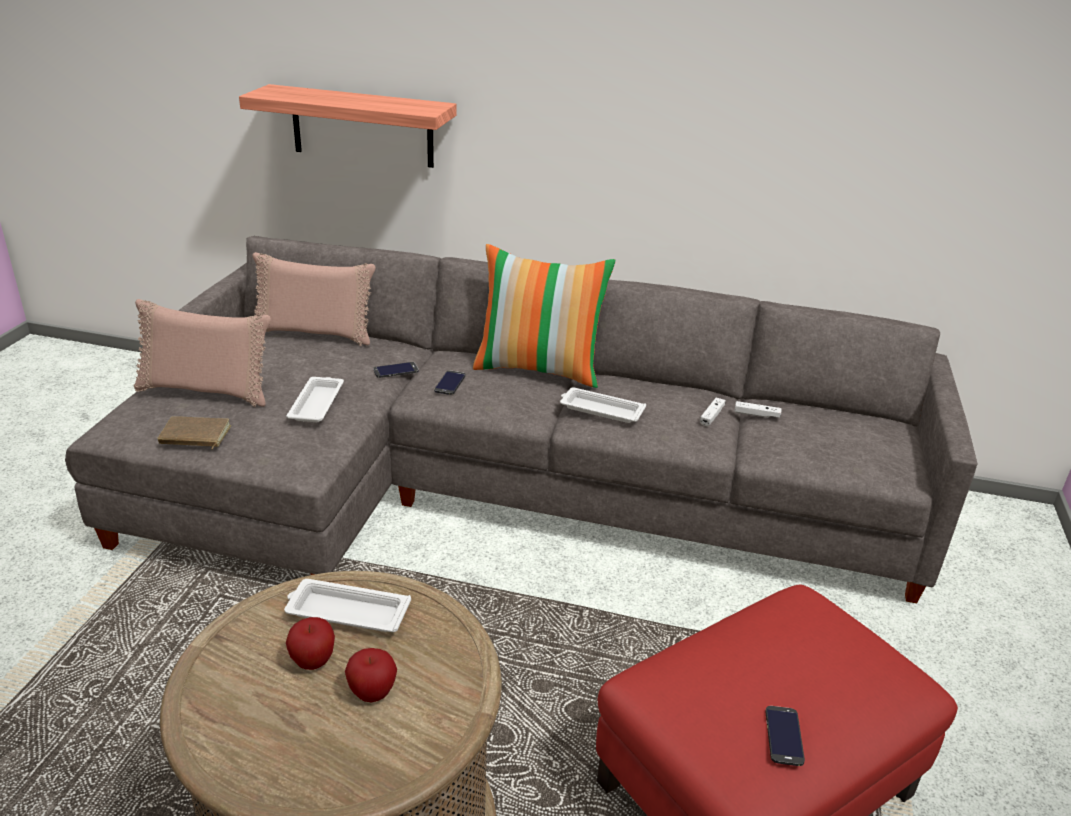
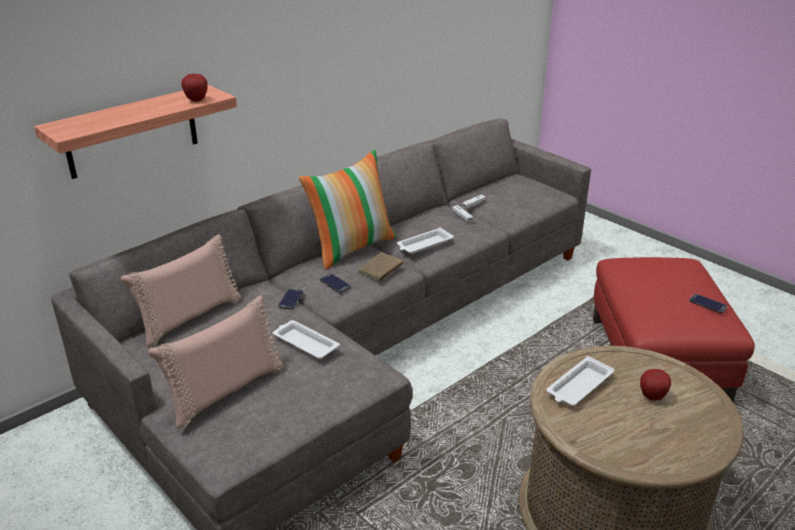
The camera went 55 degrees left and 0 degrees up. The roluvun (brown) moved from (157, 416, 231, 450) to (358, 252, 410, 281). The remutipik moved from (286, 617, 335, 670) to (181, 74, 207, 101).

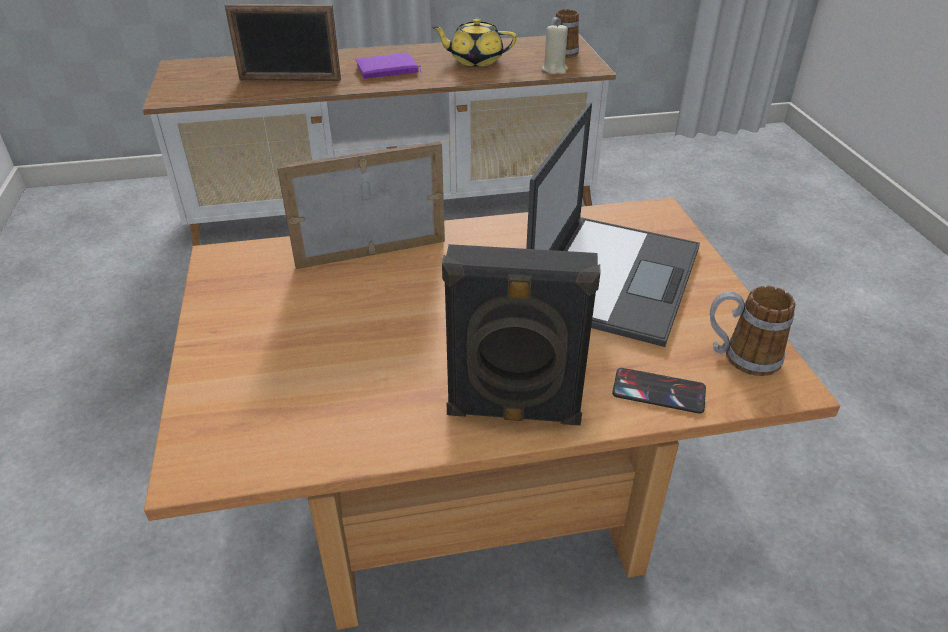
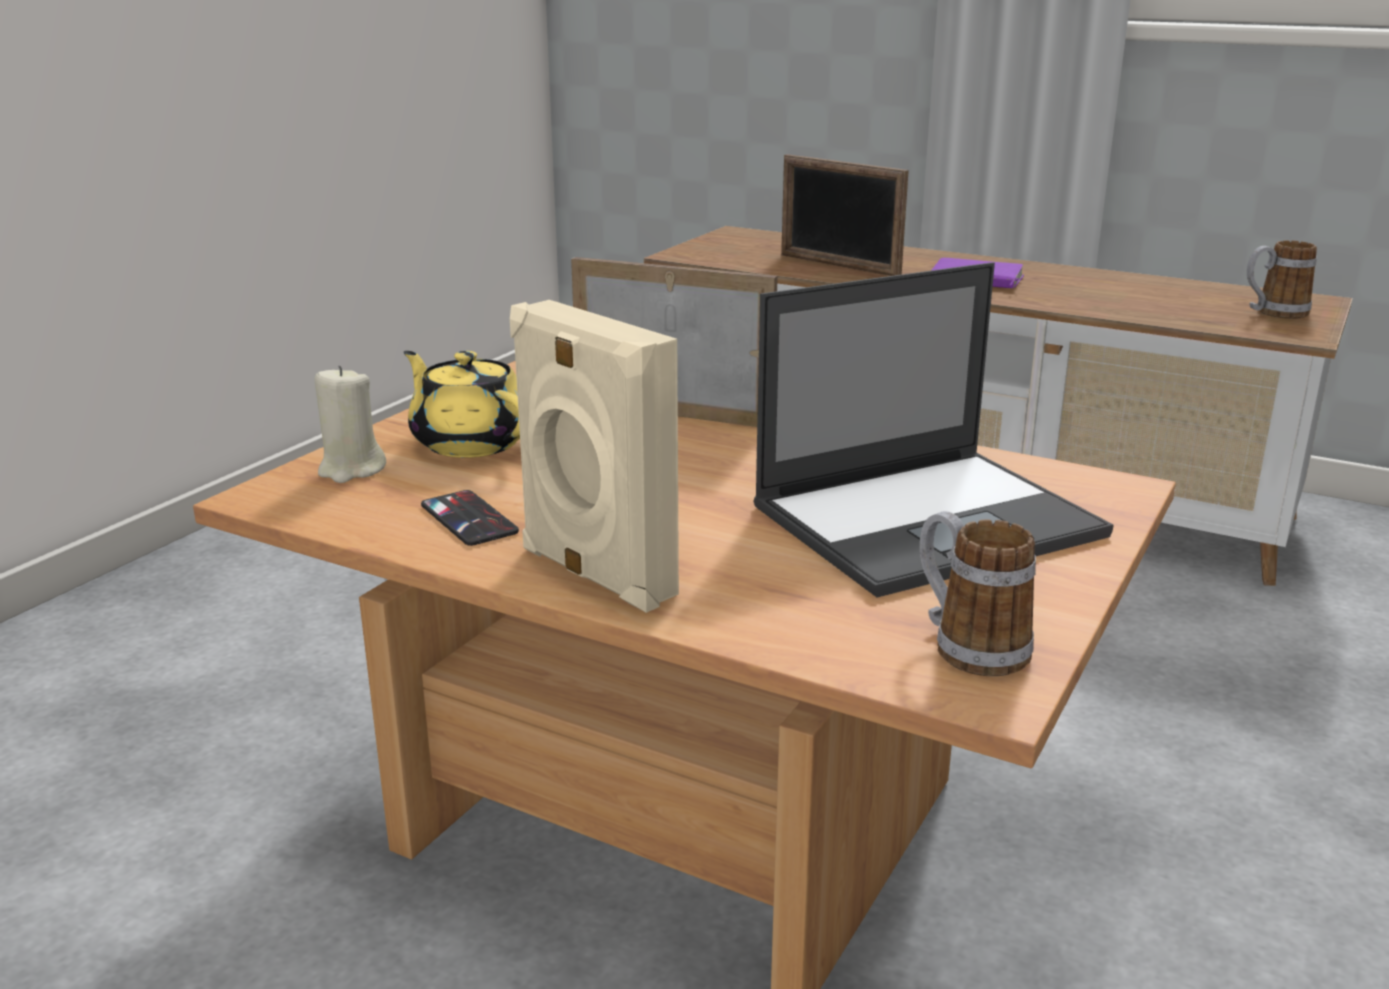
The camera went 40 degrees right and 15 degrees down. The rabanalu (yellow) moved from (432, 18, 517, 66) to (404, 351, 520, 458). The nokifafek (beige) moved from (542, 24, 568, 74) to (315, 365, 386, 483). The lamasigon moved from (612, 368, 706, 414) to (421, 490, 519, 546). The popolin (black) at (442, 244, 601, 425) became the popolin (beige) at (510, 300, 679, 613).

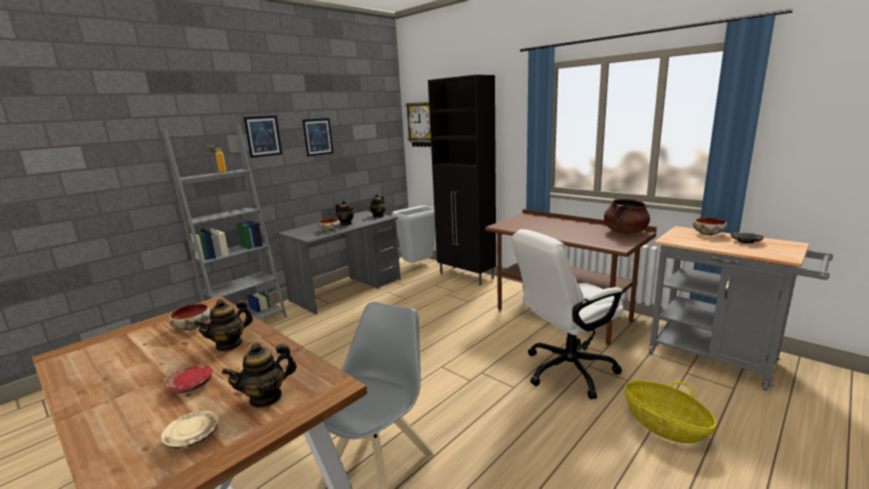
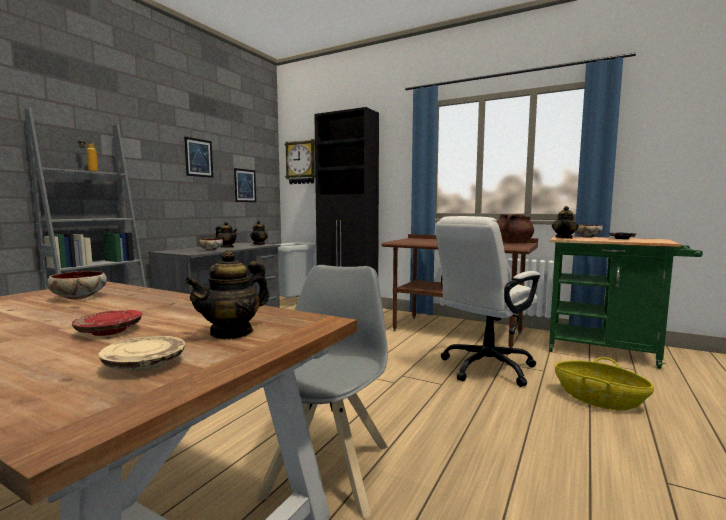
The camera went 15 degrees left and 10 degrees down. The rabanalu moved from (194, 299, 253, 351) to (552, 206, 579, 239). The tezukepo moved from (244, 116, 282, 158) to (234, 168, 256, 202). The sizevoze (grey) at (649, 226, 833, 391) became the sizevoze (green) at (549, 236, 703, 369).

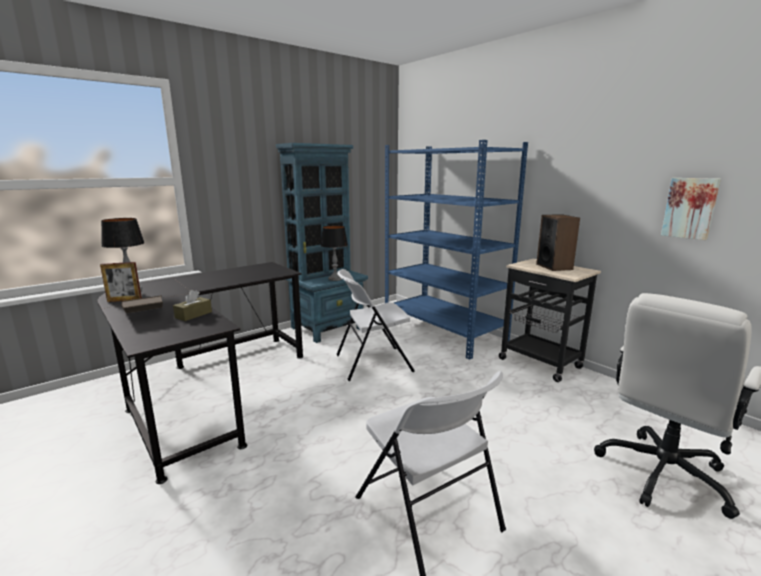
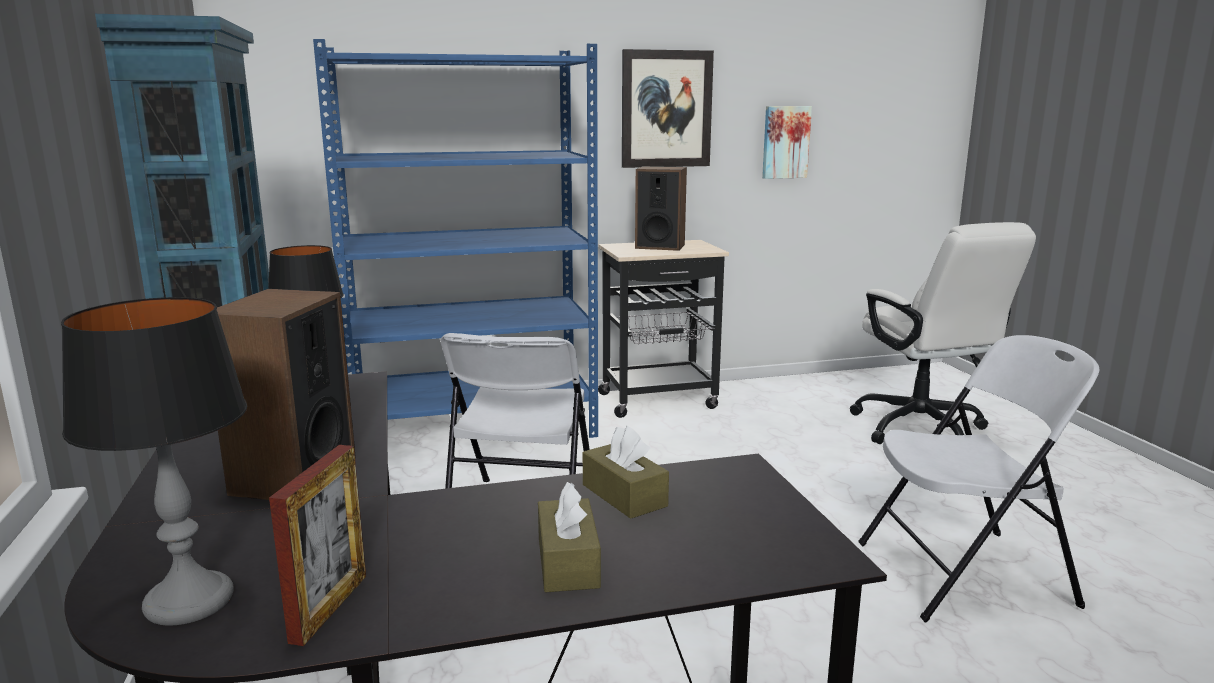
The camera went 65 degrees left and 0 degrees up. The popolin at (217, 289, 356, 500) appeared. The tezukepo at (622, 49, 714, 168) appeared. The roluvun (brown) at (121, 295, 163, 313) was replaced by the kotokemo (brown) at (538, 482, 601, 592).

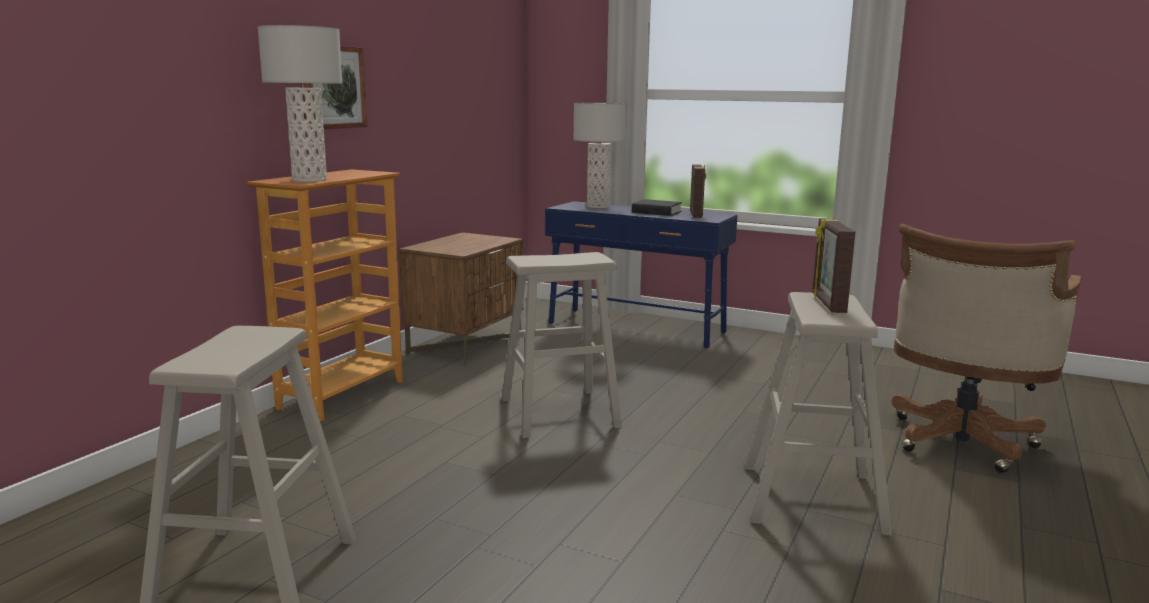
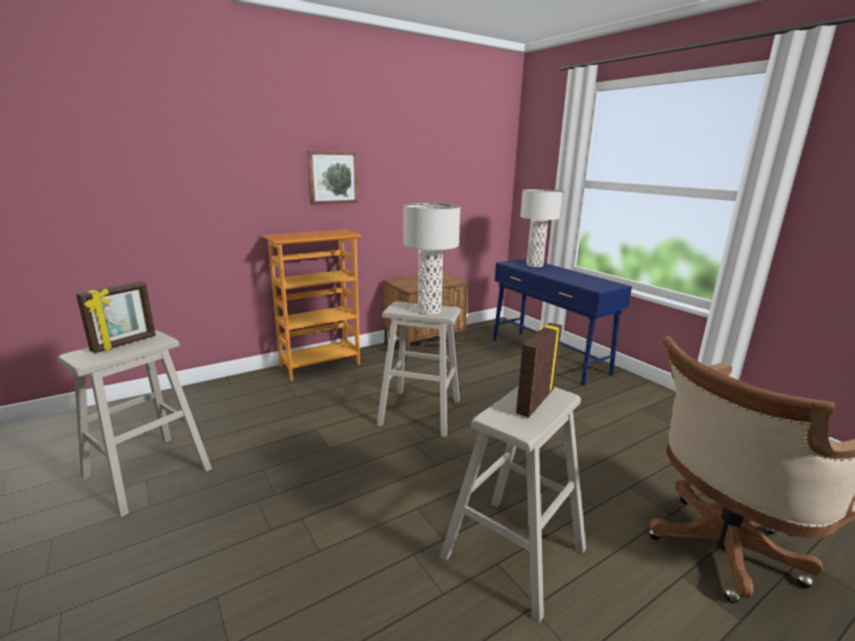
The camera went 30 degrees right and 5 degrees up. The roluvun (black) at (632, 199, 682, 216) disappeared. The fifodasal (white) moved from (258, 25, 342, 182) to (403, 203, 460, 315). The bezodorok moved from (690, 164, 706, 218) to (76, 281, 156, 353).

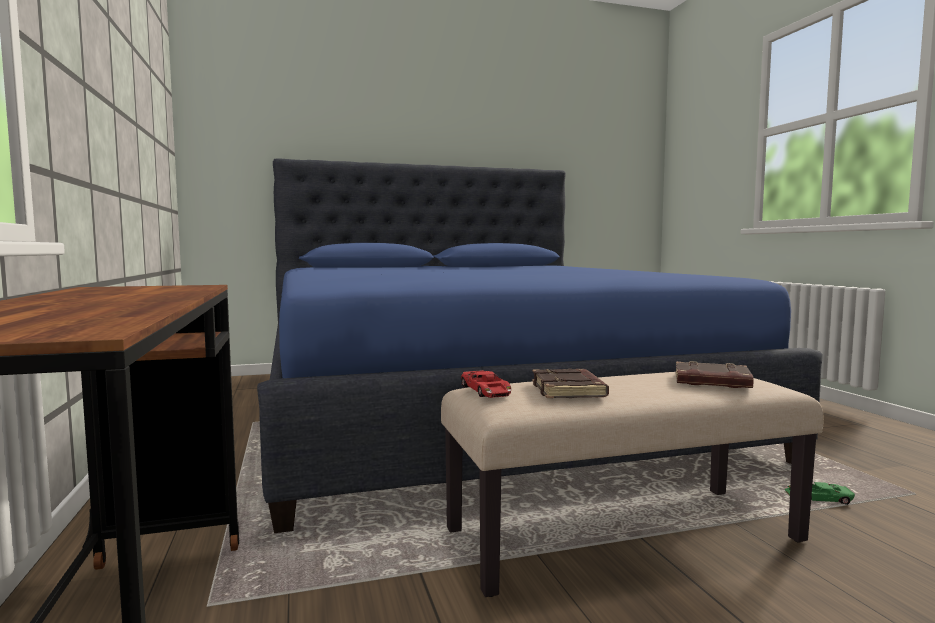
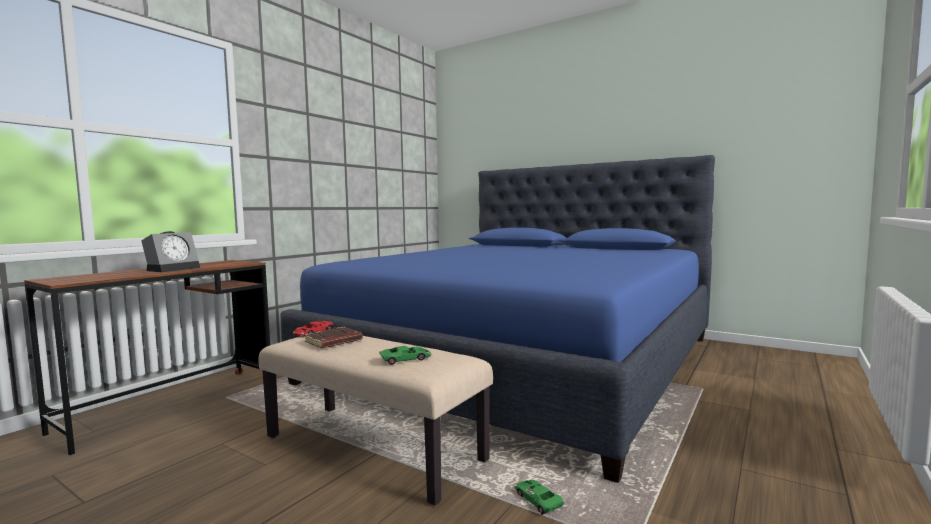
The camera went 50 degrees right and 0 degrees up. The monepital at (141, 231, 200, 272) appeared. The roluvun (brown) at (676, 361, 754, 388) was replaced by the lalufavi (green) at (379, 346, 431, 365).

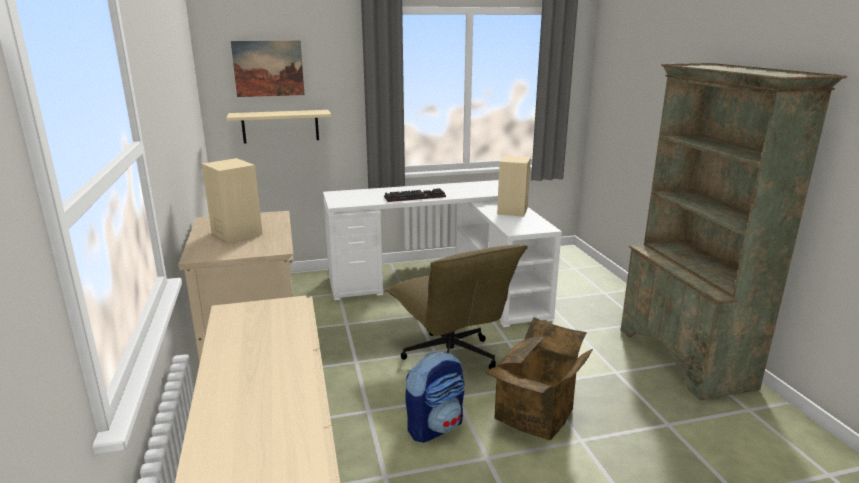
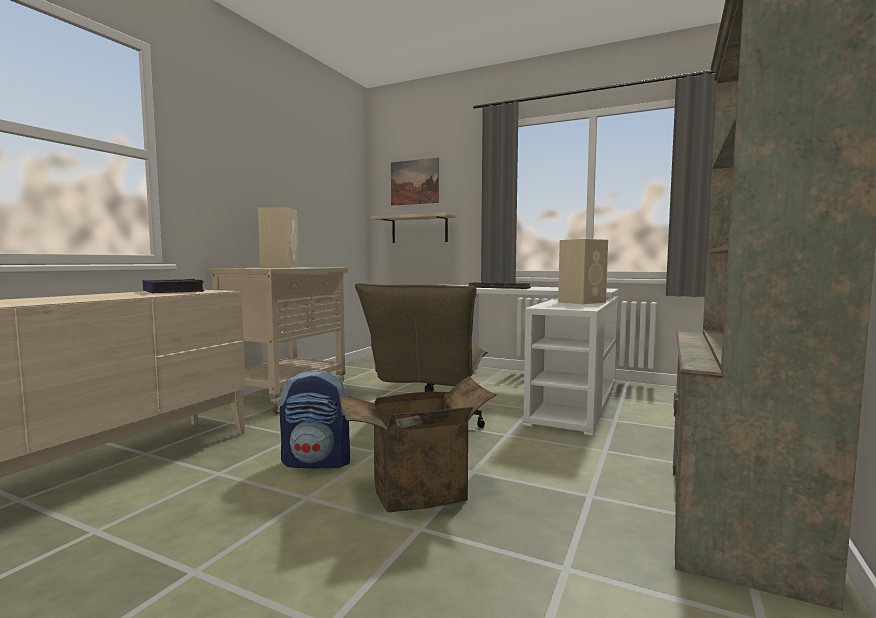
The camera went 40 degrees right and 15 degrees down. The roluvun at (142, 279, 204, 293) appeared.

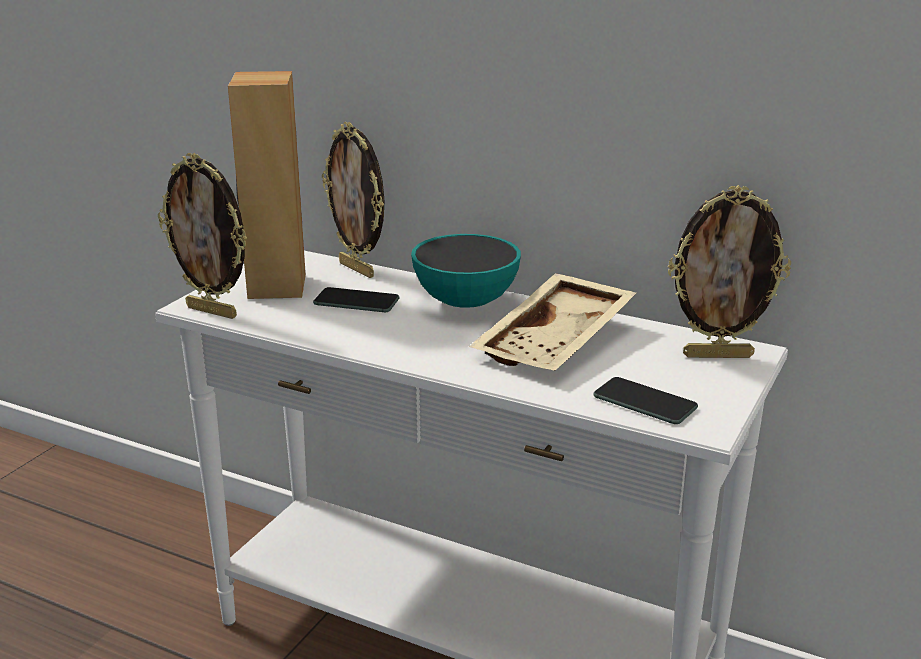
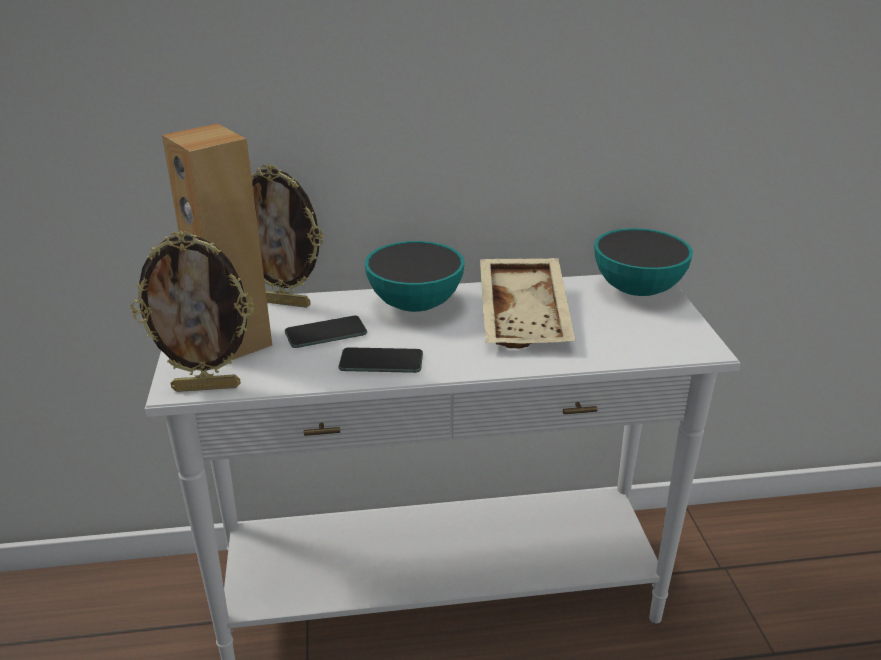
The camera went 35 degrees left and 5 degrees up. The lamasigon moved from (594, 377, 698, 424) to (338, 347, 423, 373). The bezodorok at (668, 185, 791, 358) was replaced by the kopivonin at (594, 228, 693, 296).

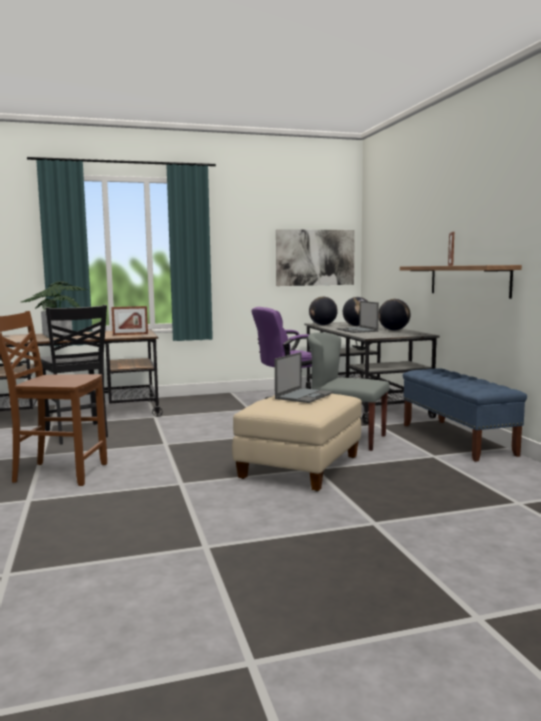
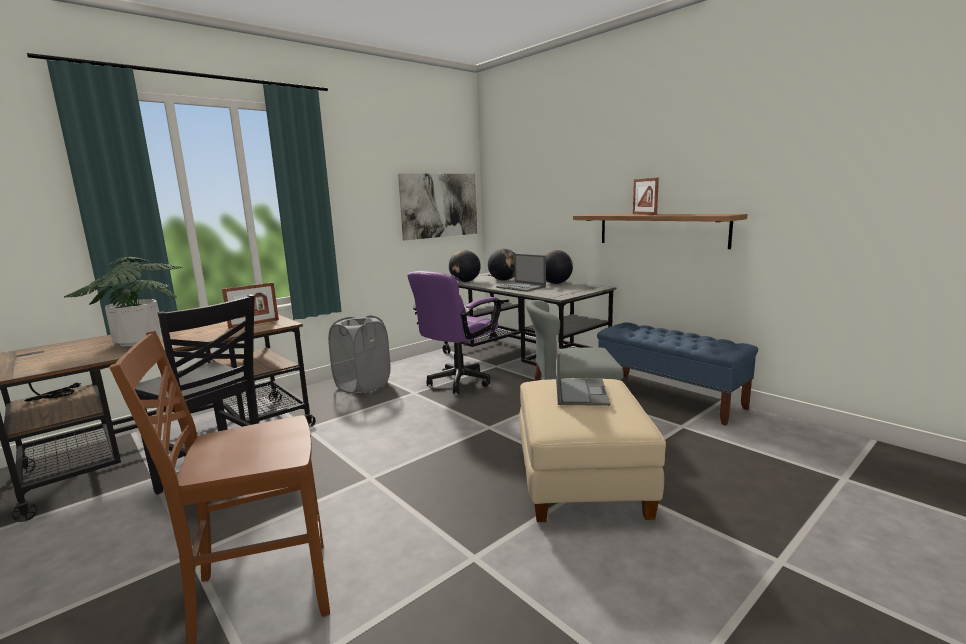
The camera went 25 degrees left and 5 degrees up. The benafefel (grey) at (328, 316, 391, 394) appeared.

